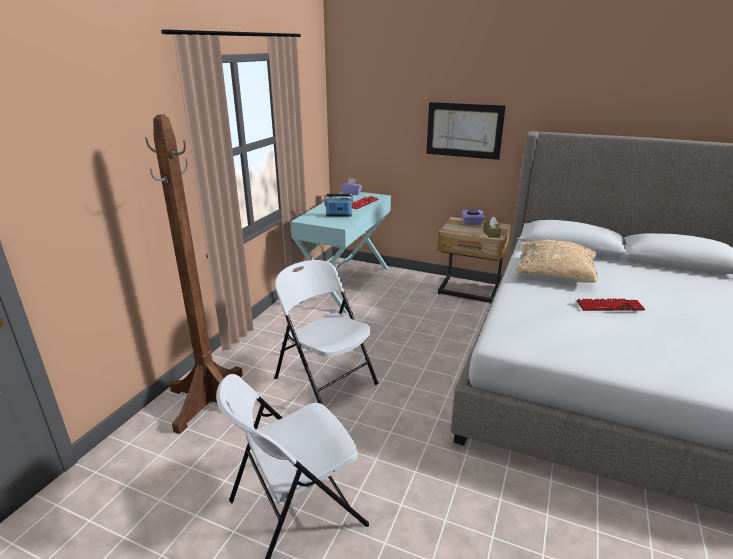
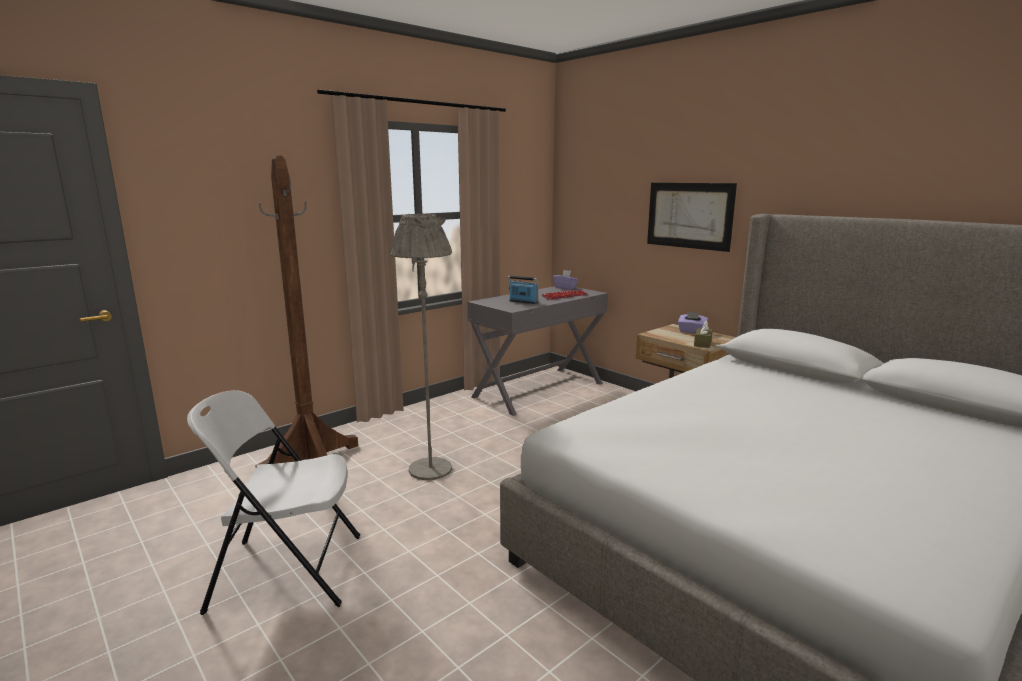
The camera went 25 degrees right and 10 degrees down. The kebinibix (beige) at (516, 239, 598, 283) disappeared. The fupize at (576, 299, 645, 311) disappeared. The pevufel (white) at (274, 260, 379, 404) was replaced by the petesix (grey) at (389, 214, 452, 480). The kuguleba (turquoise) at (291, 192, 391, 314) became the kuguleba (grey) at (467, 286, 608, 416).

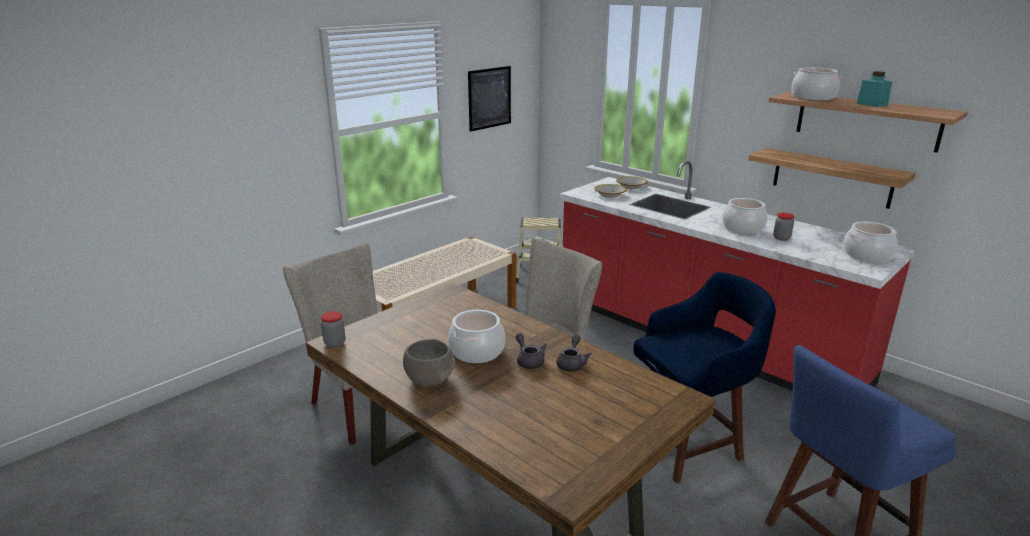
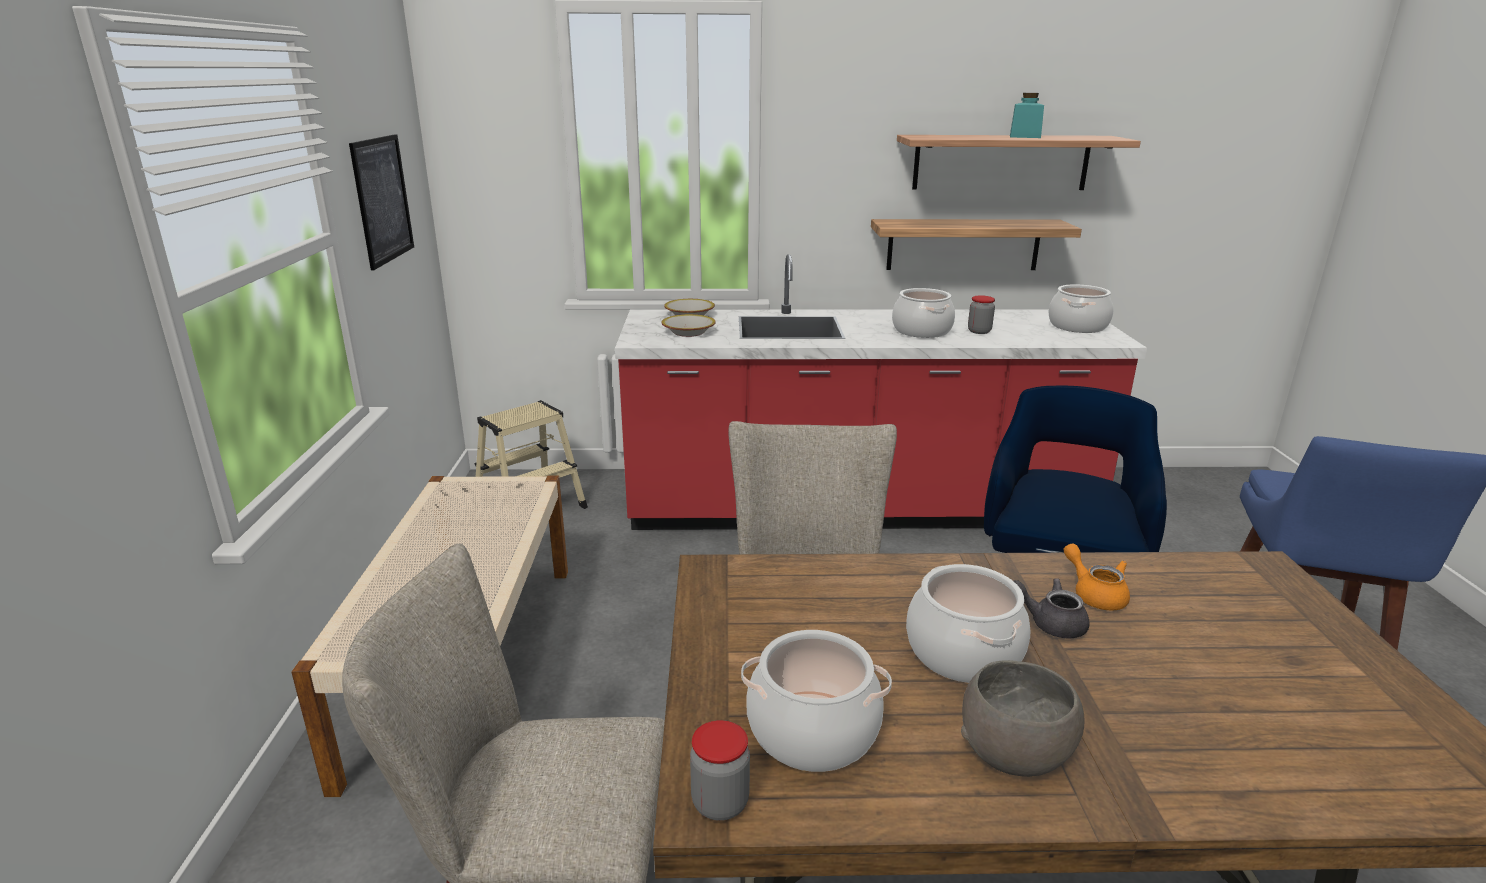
The camera went 45 degrees left and 0 degrees up. The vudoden moved from (791, 68, 842, 101) to (741, 630, 892, 772). The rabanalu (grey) at (556, 335, 592, 372) became the rabanalu (orange) at (1063, 543, 1130, 610).

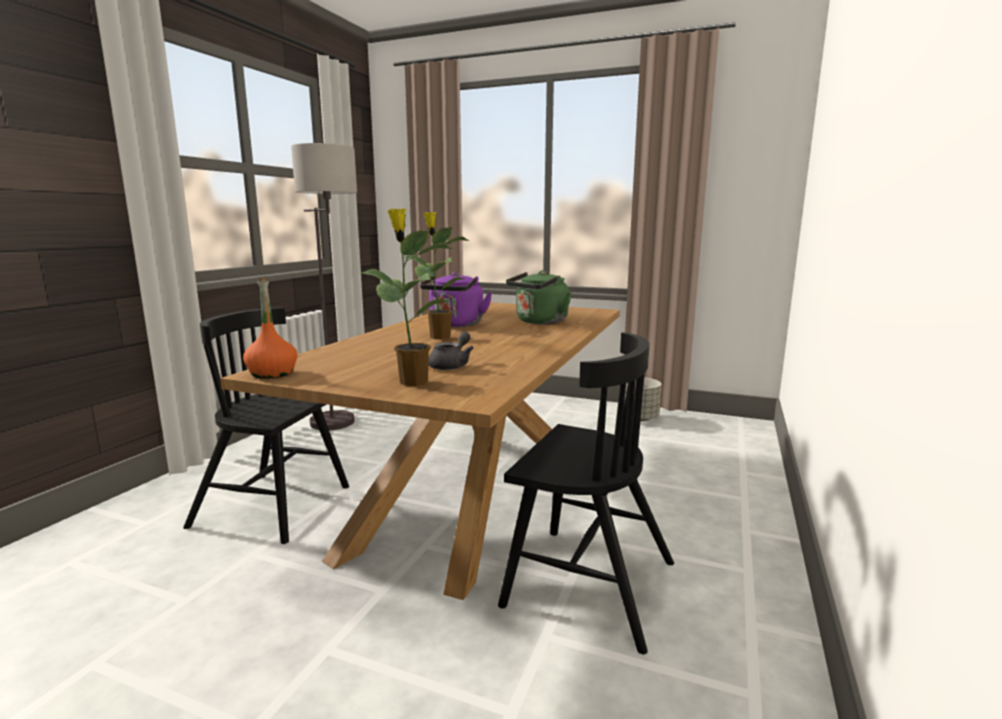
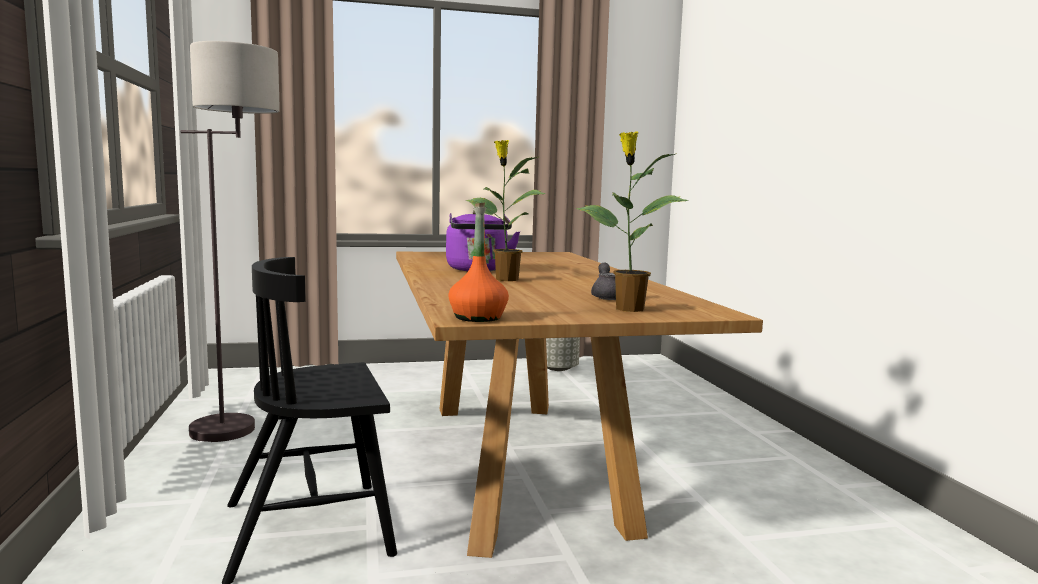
The camera went 35 degrees left and 5 degrees down. The pevufel (black) at (498, 332, 674, 654) disappeared. The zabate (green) at (506, 270, 572, 324) disappeared.

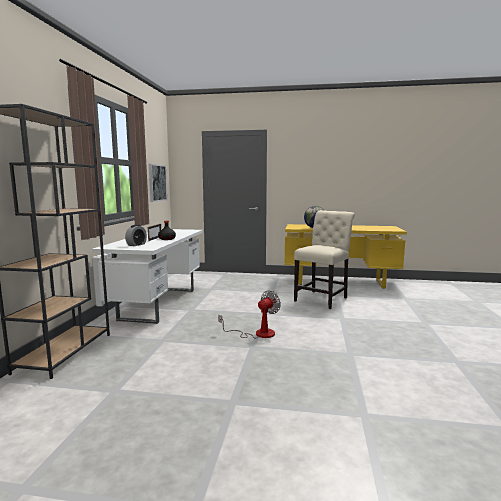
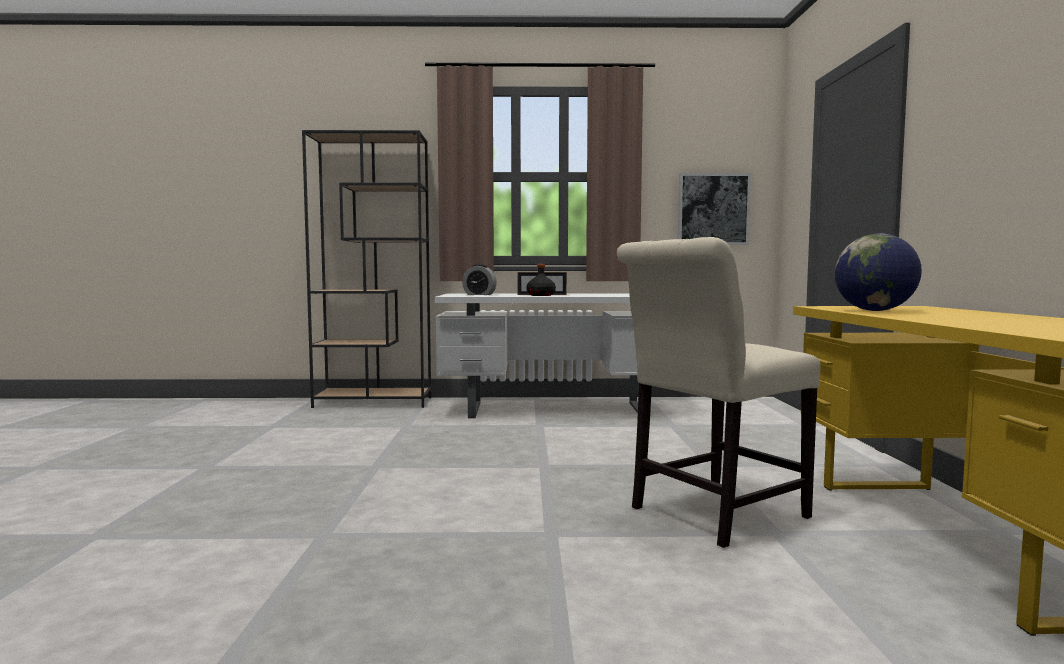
The camera went 80 degrees right and 5 degrees down. The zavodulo at (218, 291, 281, 339) disappeared. The pevufel (beige) at (294, 210, 355, 309) turned 120 degrees clockwise.

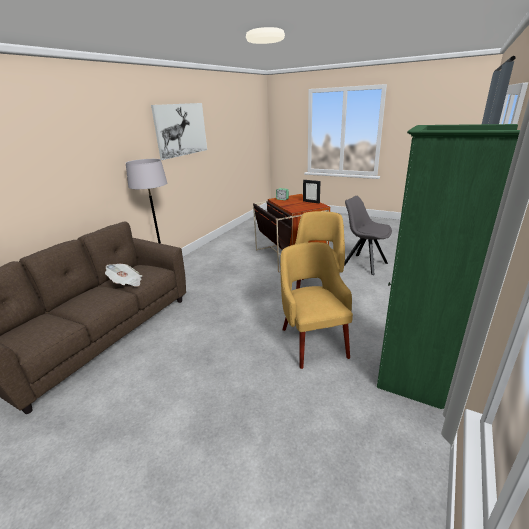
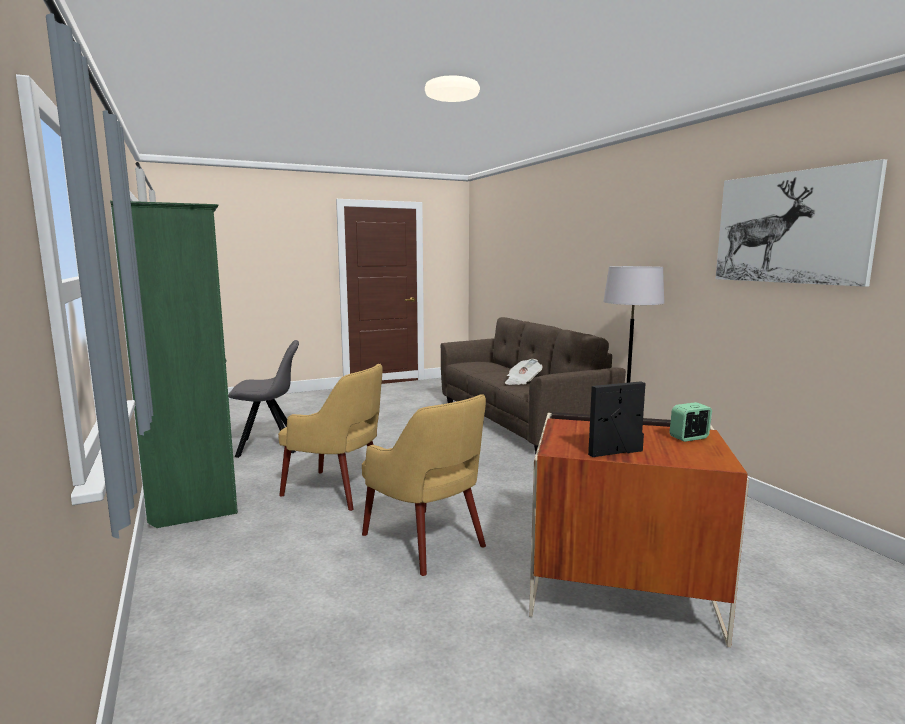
The camera went 125 degrees right and 15 degrees down. The pevufel (grey) moved from (344, 196, 392, 275) to (228, 340, 299, 458).

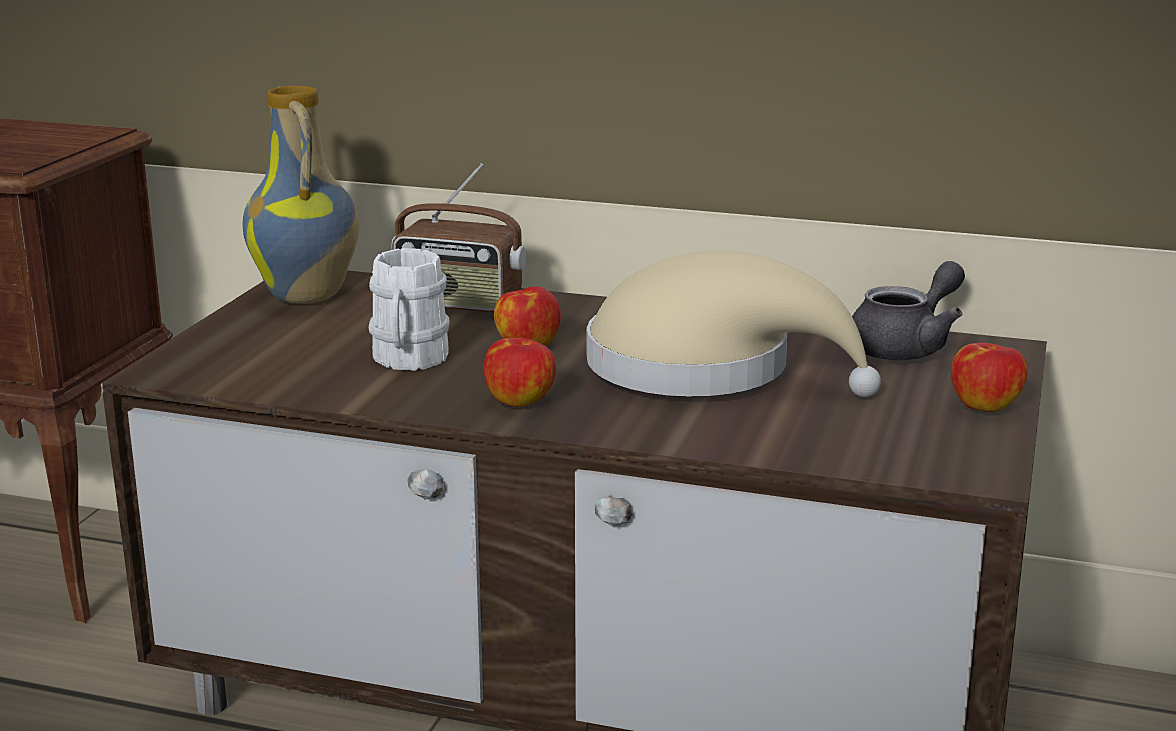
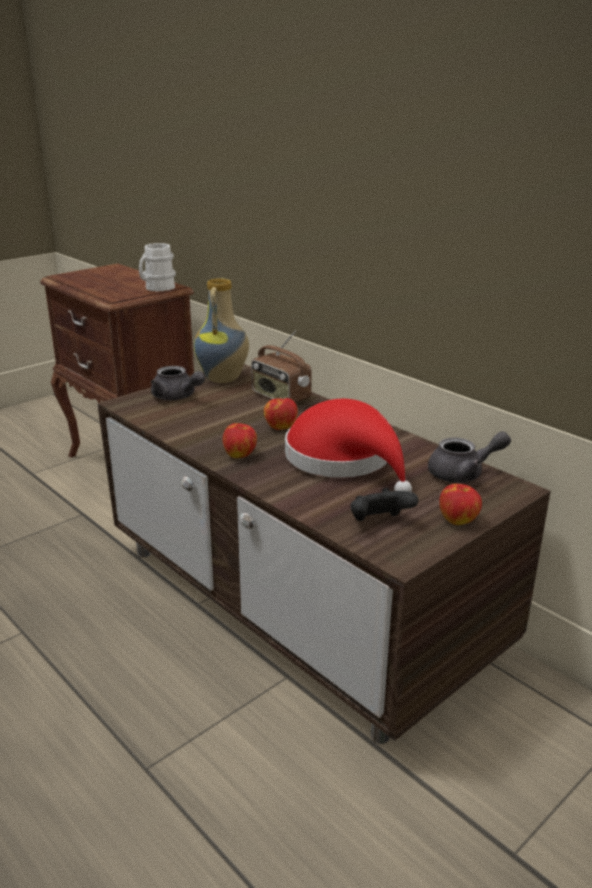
The camera went 30 degrees right and 5 degrees up. The rabanalu (grey) at (151, 366, 205, 400) appeared. The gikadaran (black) at (350, 488, 419, 521) appeared. The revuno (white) moved from (369, 248, 450, 371) to (139, 243, 176, 292). The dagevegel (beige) at (587, 250, 881, 397) became the dagevegel (red) at (285, 399, 412, 492).

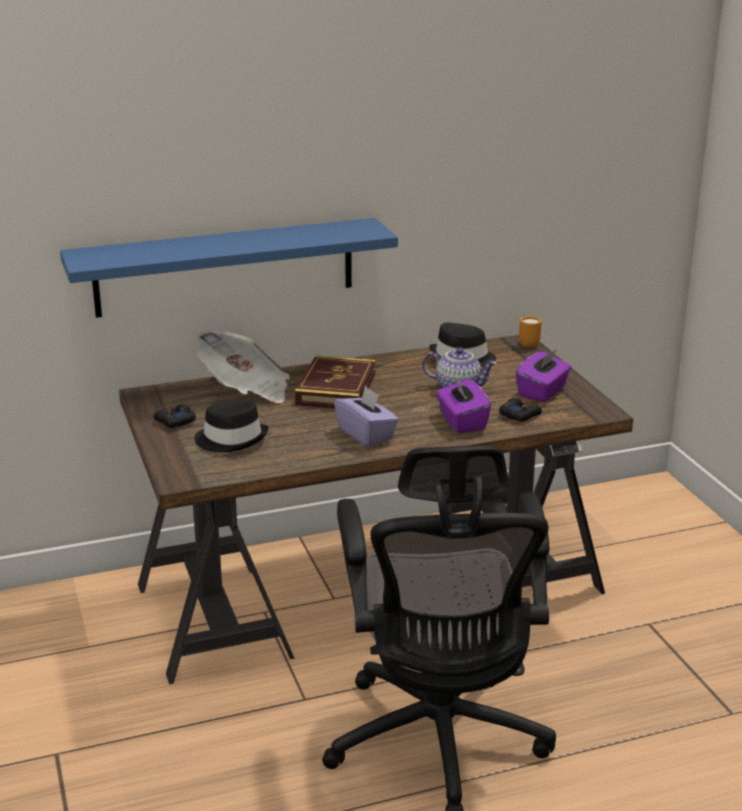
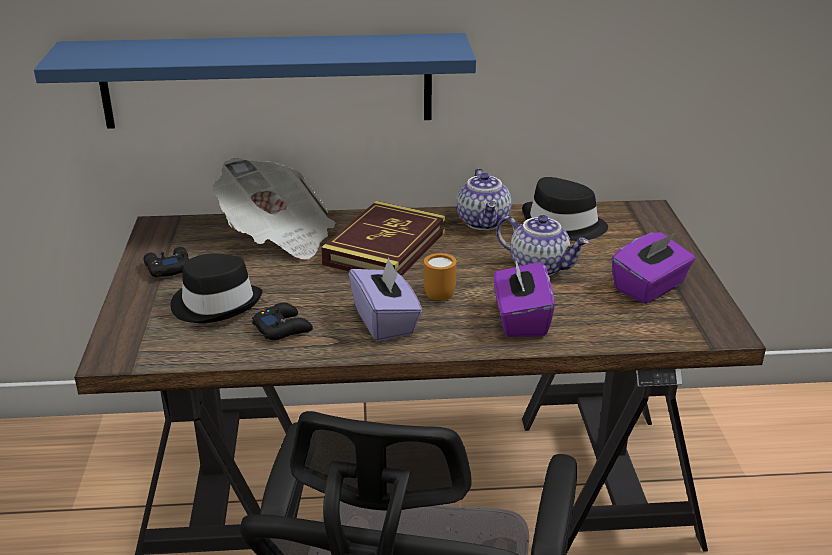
The camera went 15 degrees right and 5 degrees up. The rabanalu at (457, 168, 512, 230) appeared. The gikadaran (black) moved from (499, 398, 542, 421) to (252, 303, 313, 340). The revuno (orange) moved from (519, 316, 542, 347) to (424, 253, 457, 300).

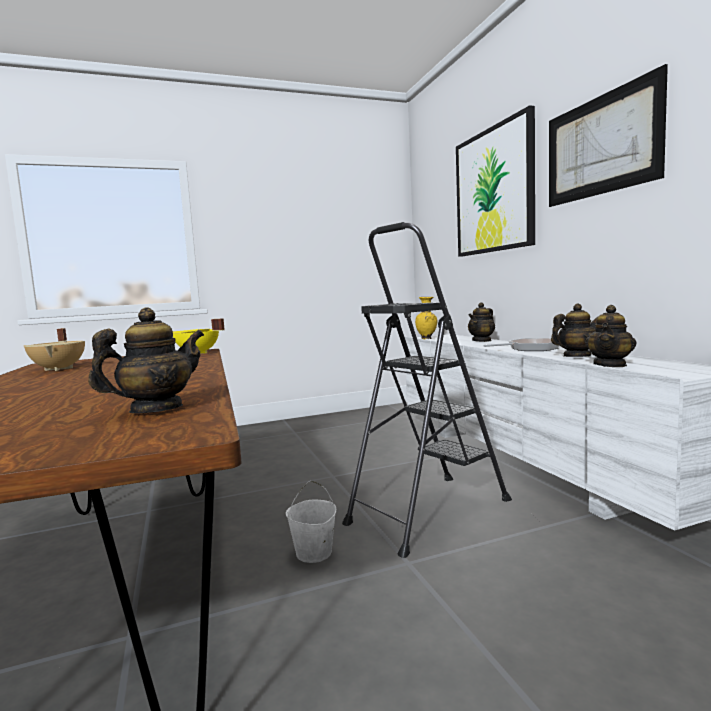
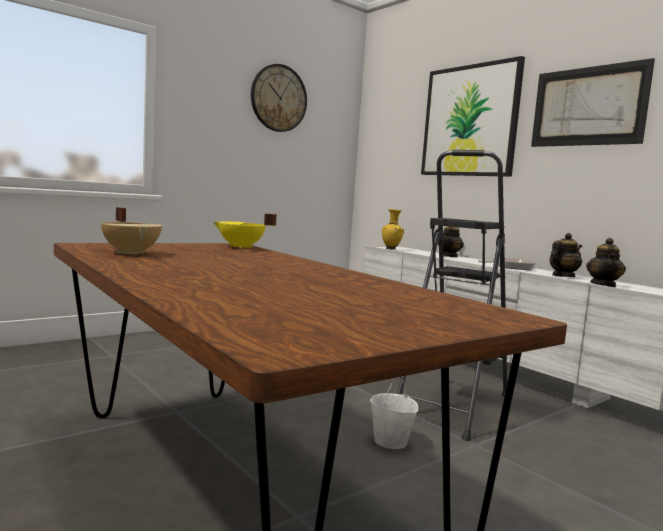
The camera went 20 degrees left and 0 degrees up. The rabanalu at (88, 308, 204, 413) disappeared. The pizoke at (251, 64, 307, 132) appeared.

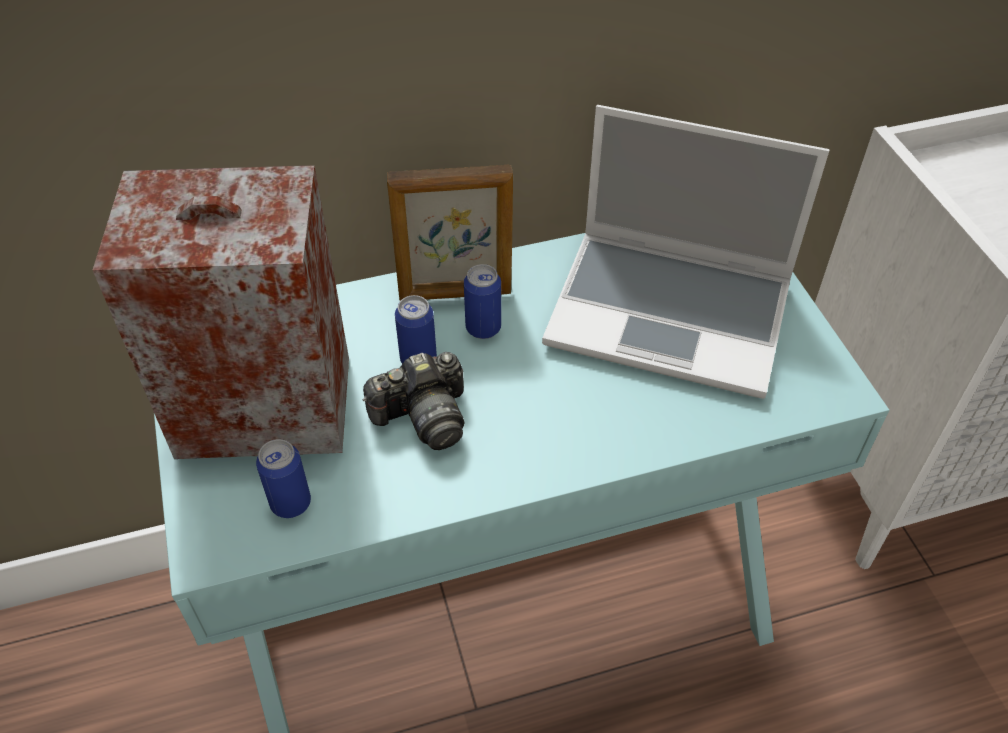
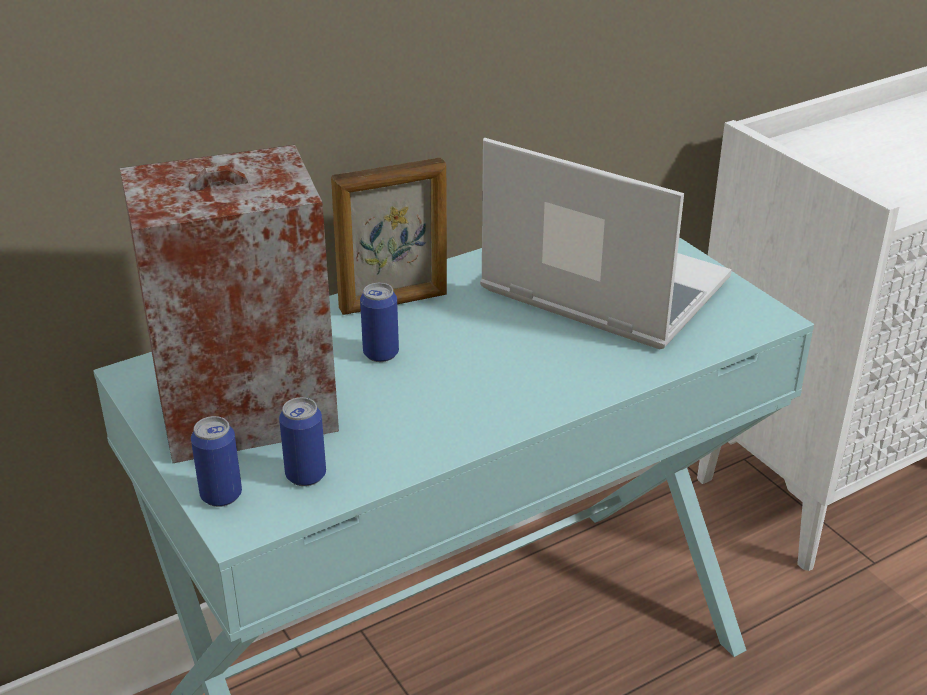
The camera went 15 degrees left and 15 degrees down. The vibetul at (363, 352, 465, 450) disappeared. The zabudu moved from (464, 264, 501, 339) to (191, 416, 242, 507). The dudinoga at (542, 105, 829, 399) turned 150 degrees counterclockwise.

